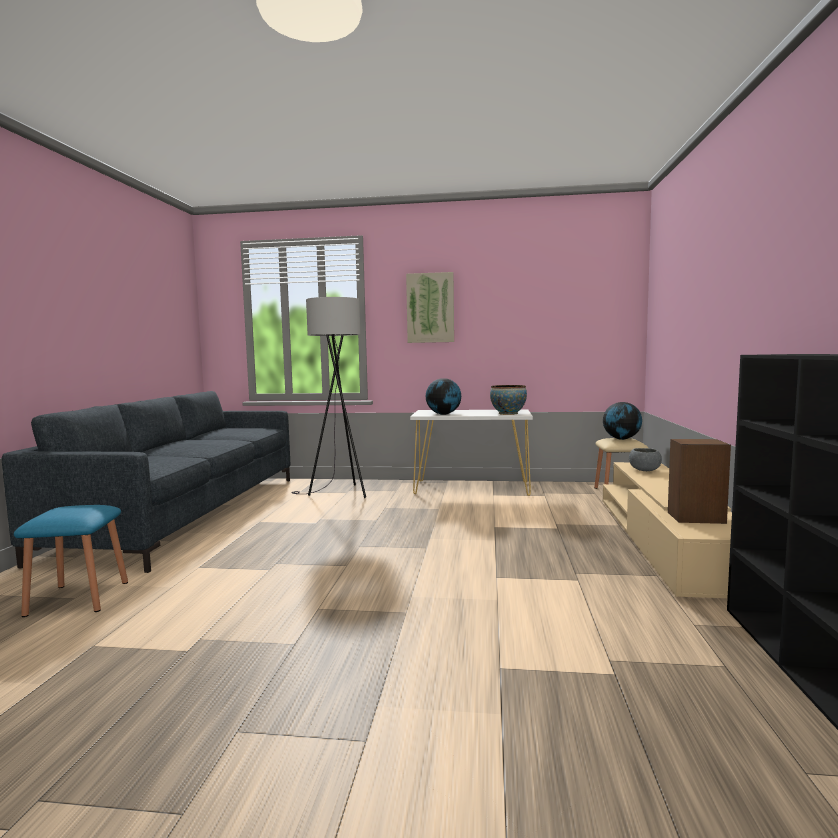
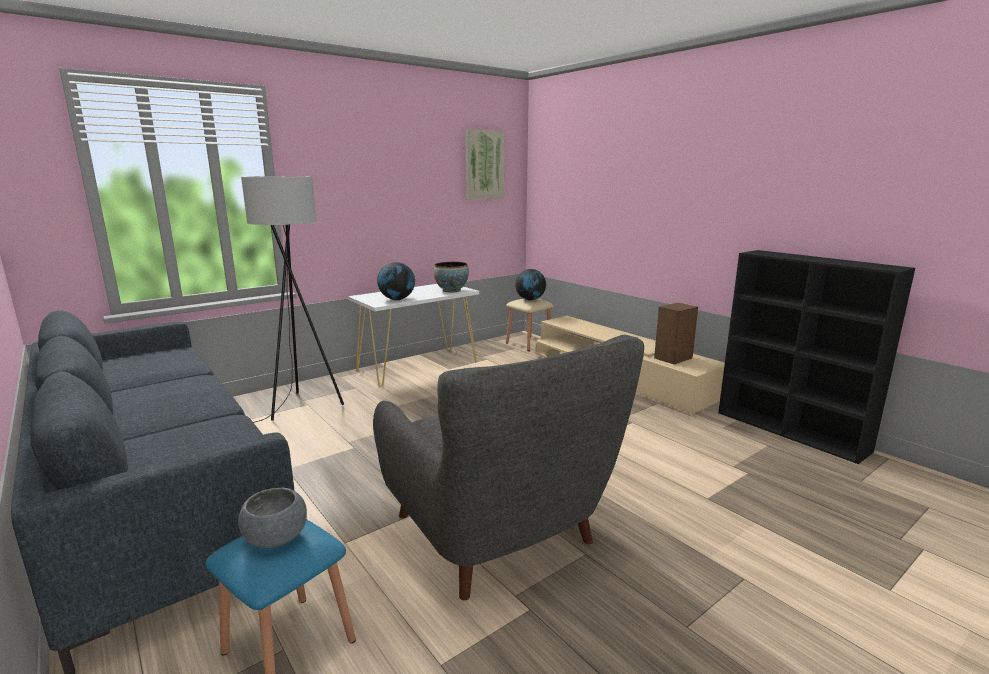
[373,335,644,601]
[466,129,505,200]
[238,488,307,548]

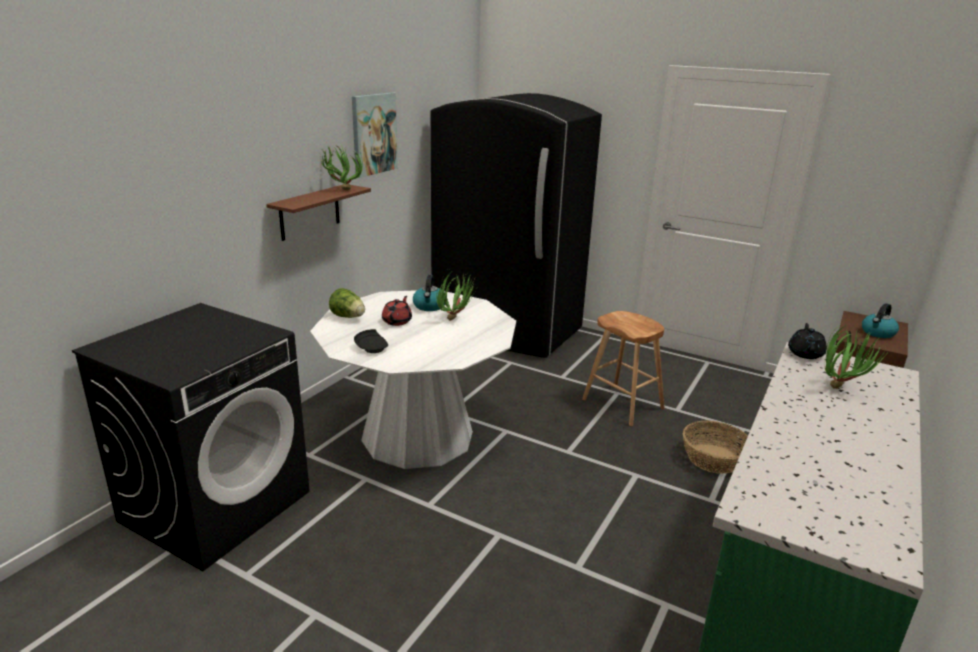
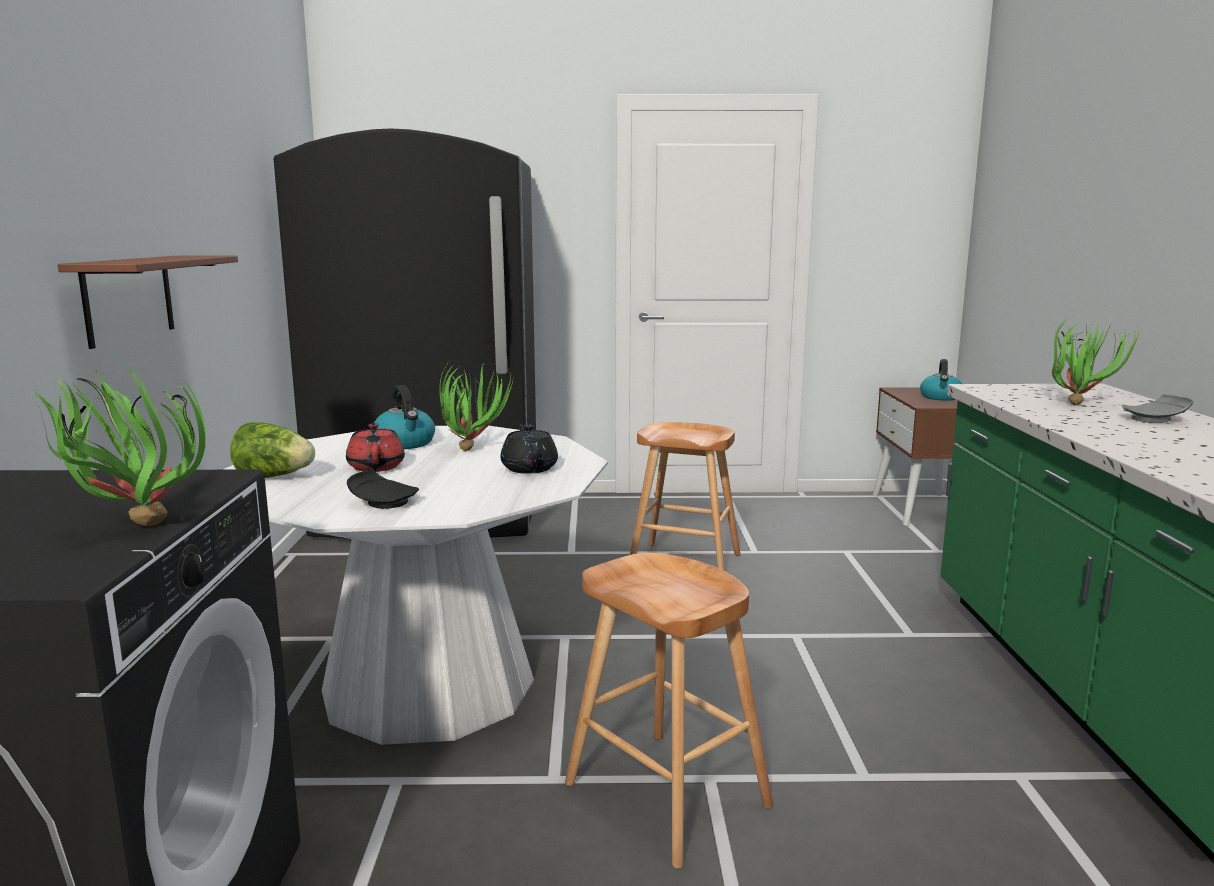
[352,92,398,178] (first image)
[683,421,748,474] (first image)
[565,553,773,868]
[1122,394,1193,423]
[33,363,206,526]
[501,424,558,474]

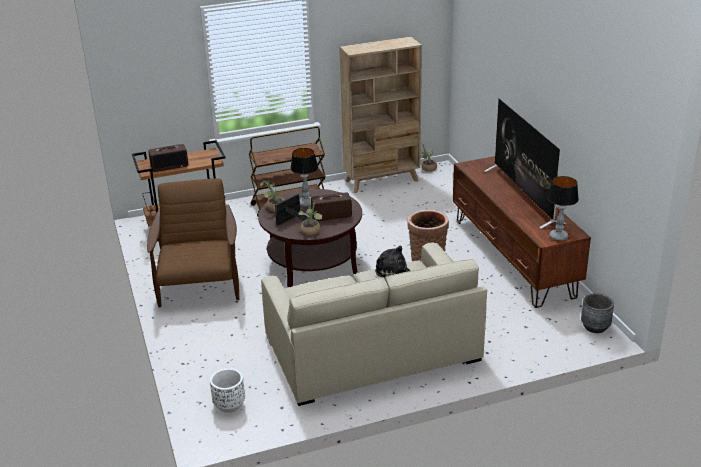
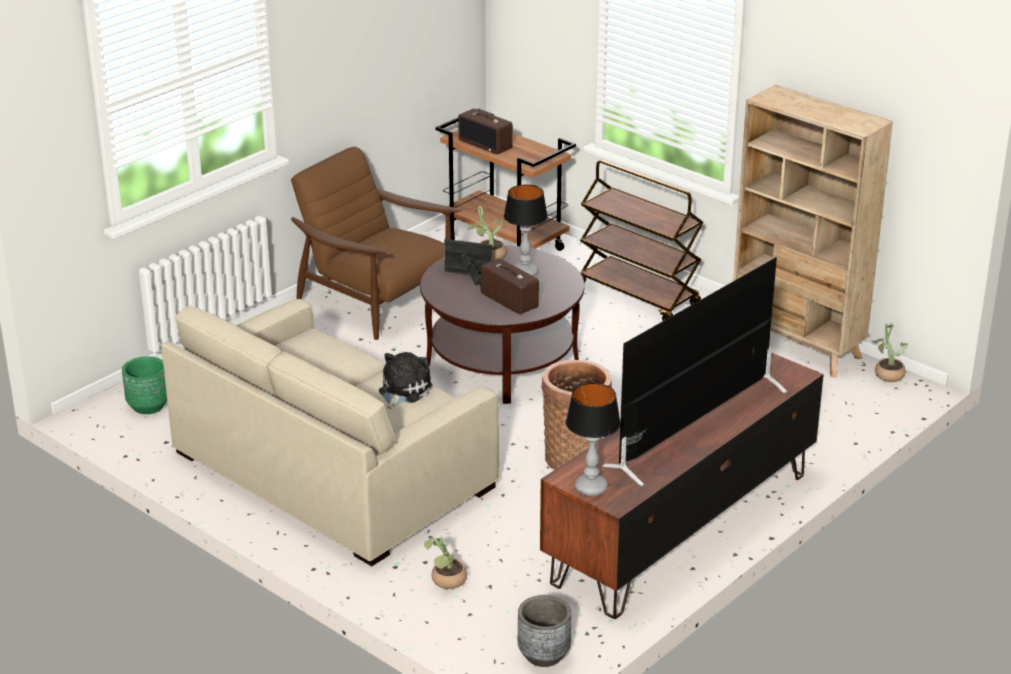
[424,536,467,589]
[122,356,167,414]
[291,147,462,340]

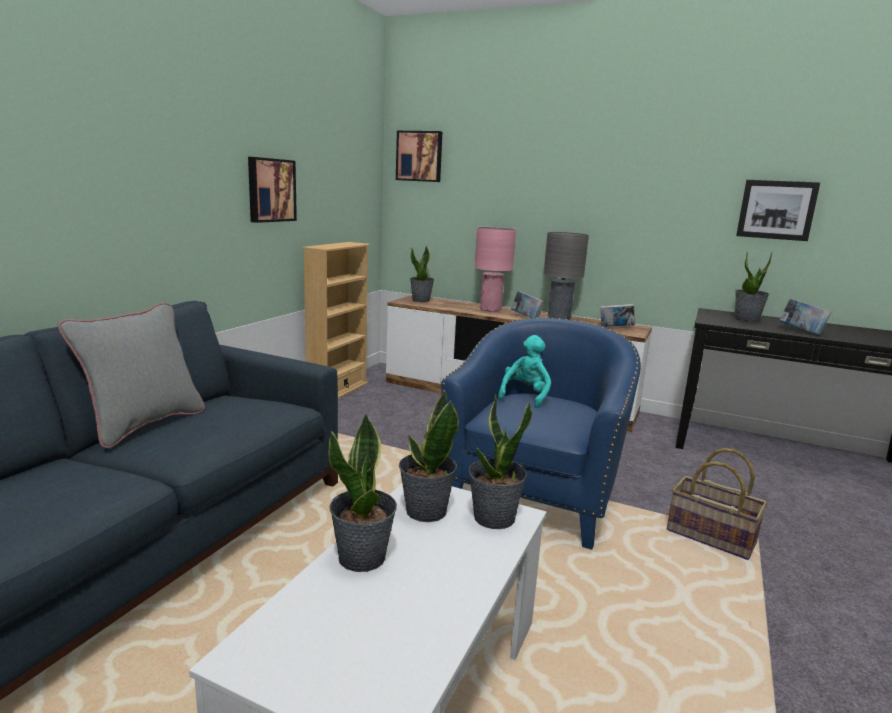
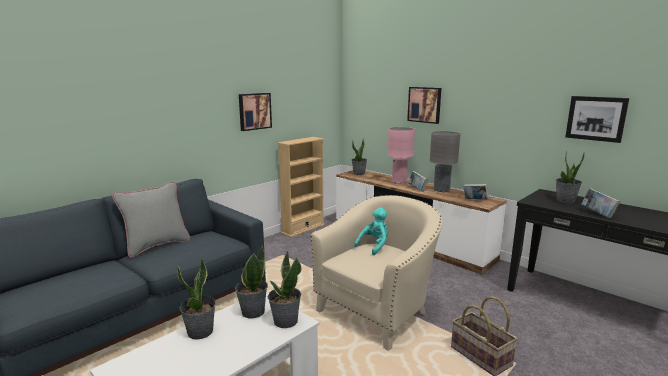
[407,87,441,124]
[311,195,442,351]

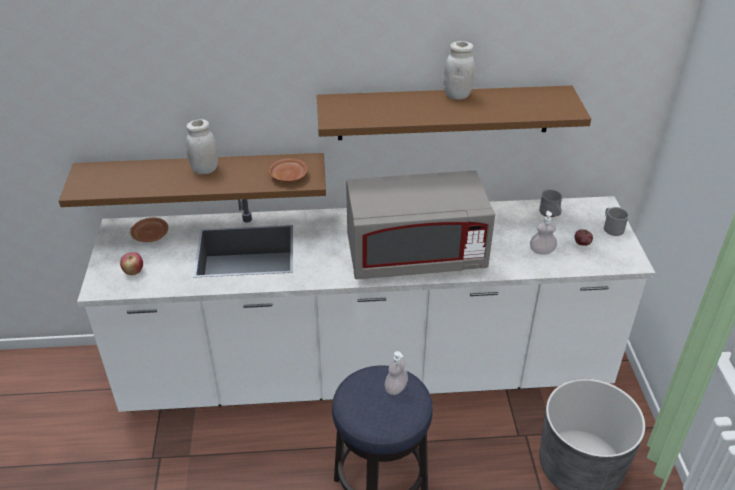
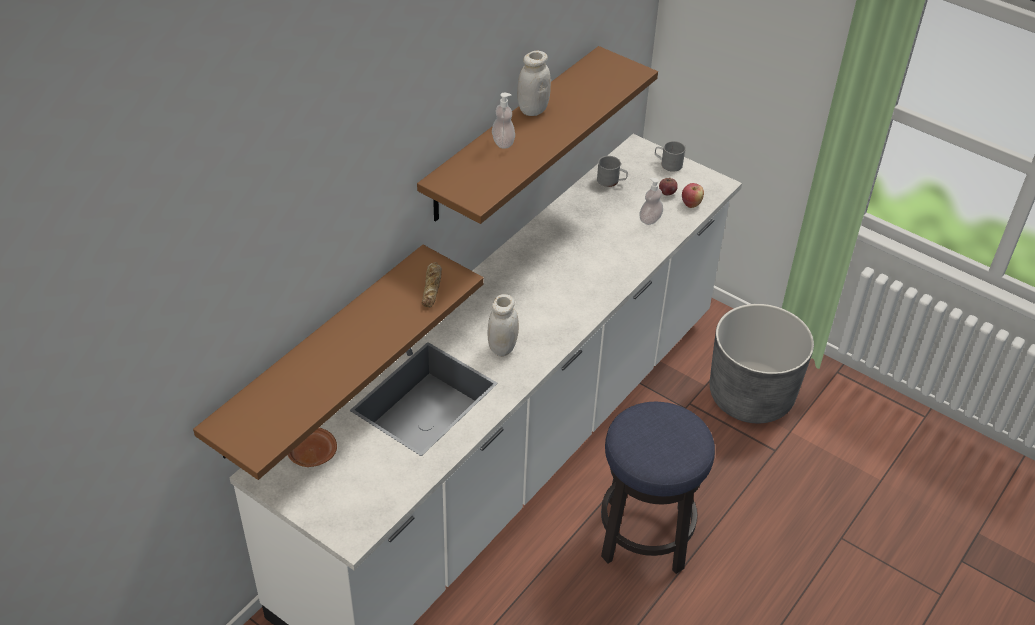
[346,171,495,279] (first image)
[682,183,704,208]
[487,294,519,356]
[492,93,515,149]
[422,262,442,307]

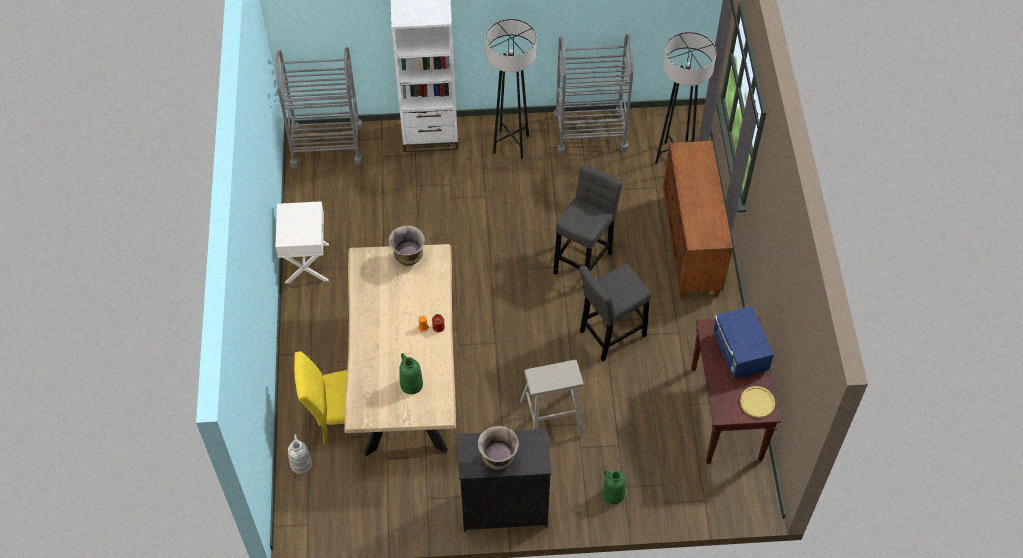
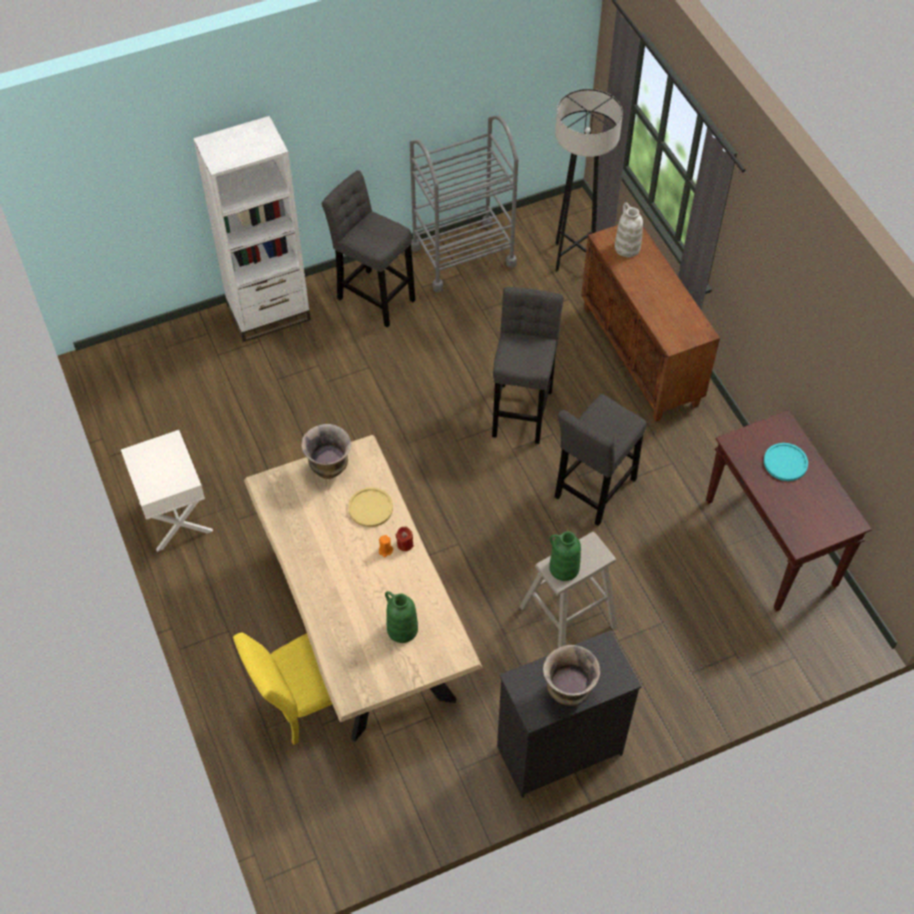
[276,47,363,168] (first image)
[614,202,643,257]
[549,531,581,581]
[348,487,393,527]
[322,170,415,328]
[764,443,808,481]

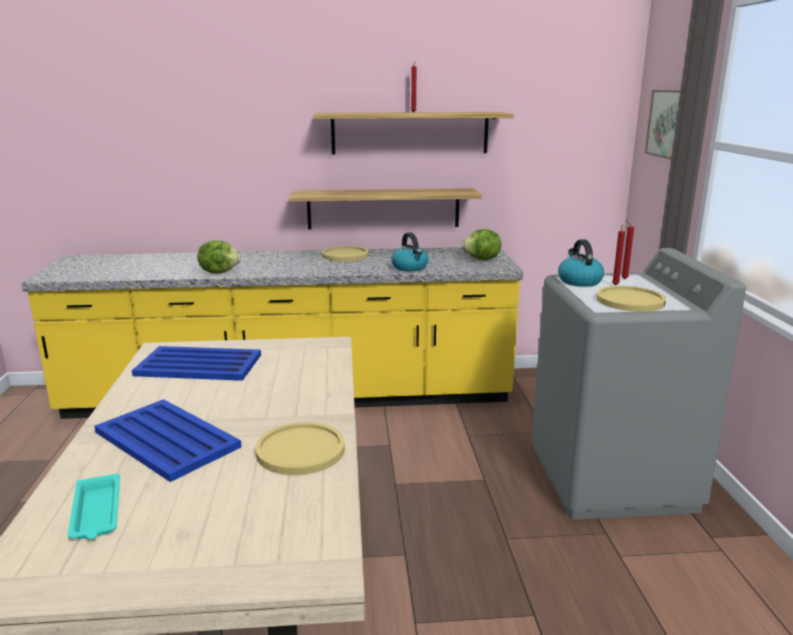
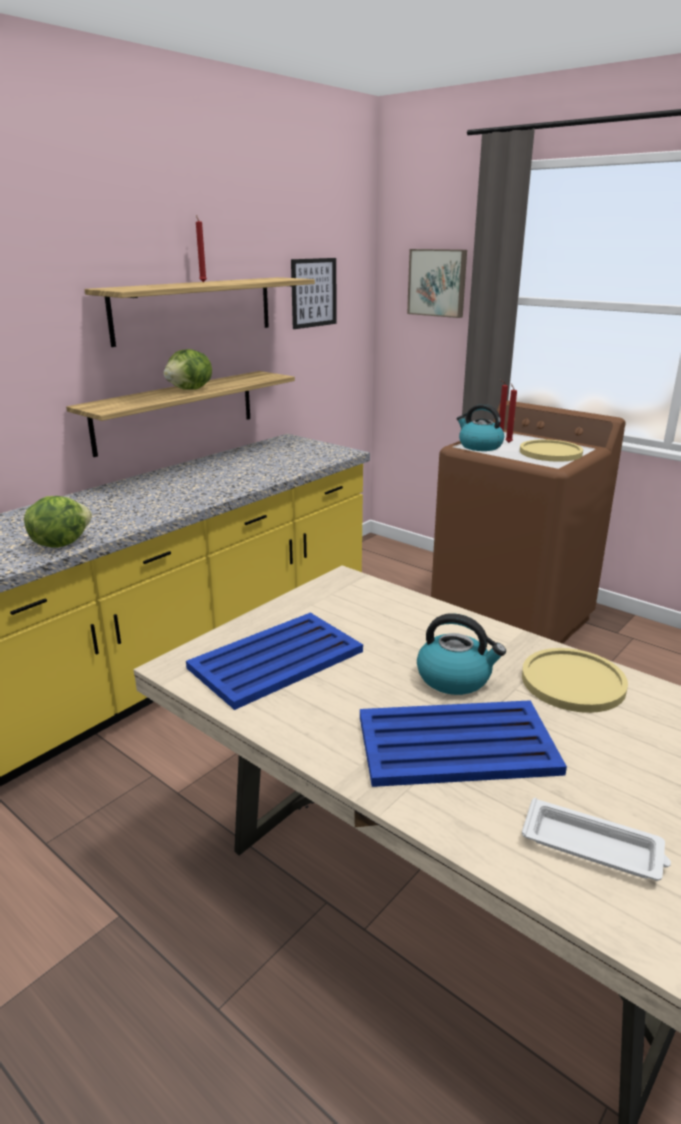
[322,246,369,261] (first image)
[291,258,336,329]
[417,613,506,695]
[164,349,212,390]
[522,798,671,881]
[431,401,626,644]

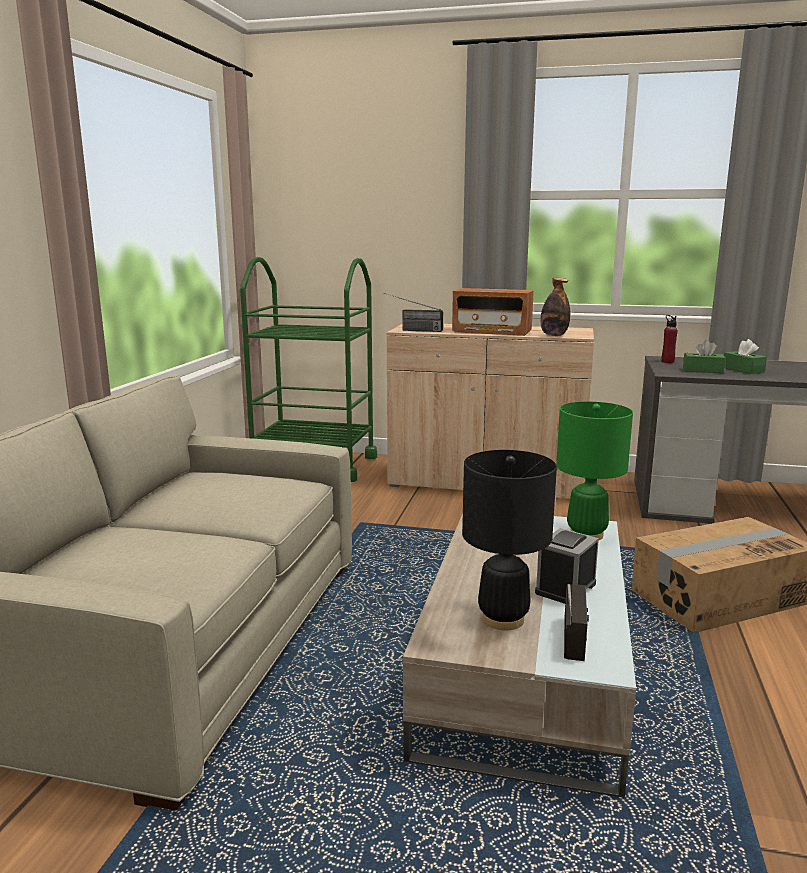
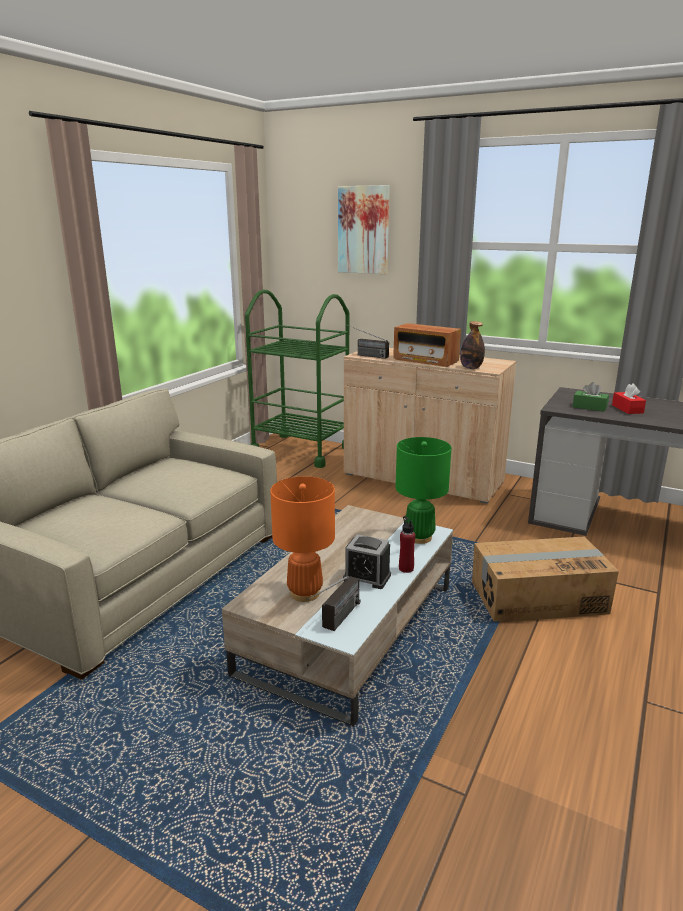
[338,185,390,274]
[399,516,415,573]
[270,476,335,602]
[612,384,646,414]
[343,534,391,589]

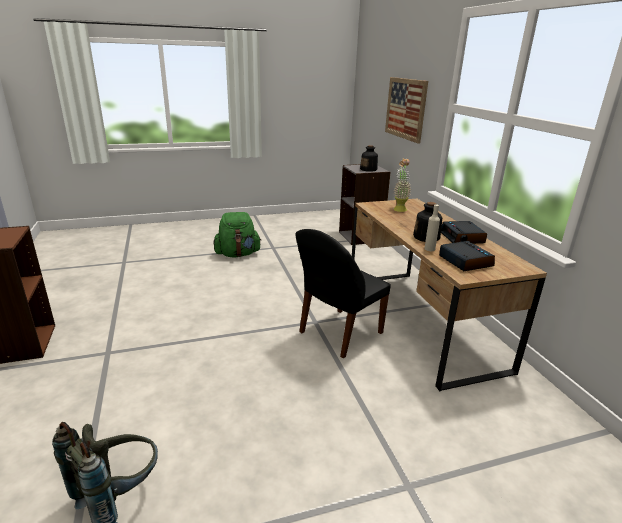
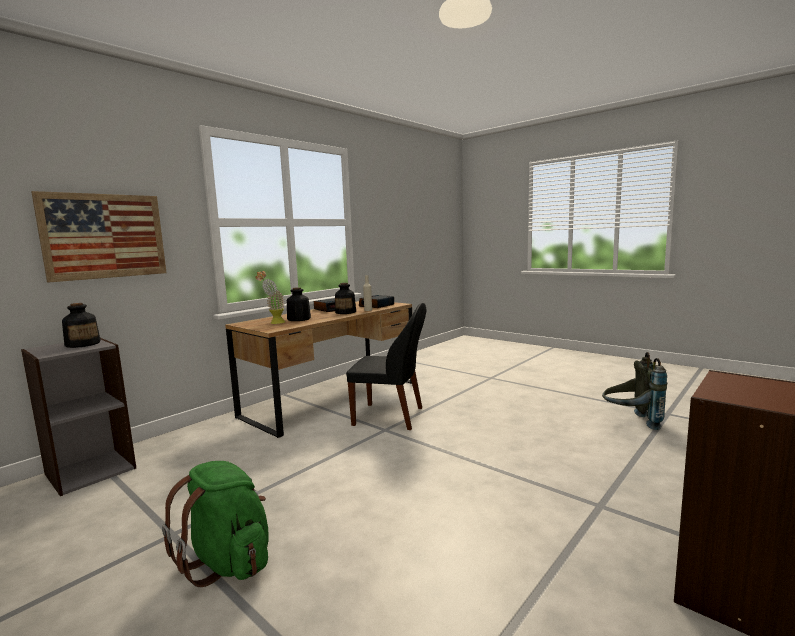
[287,287,311,321]

